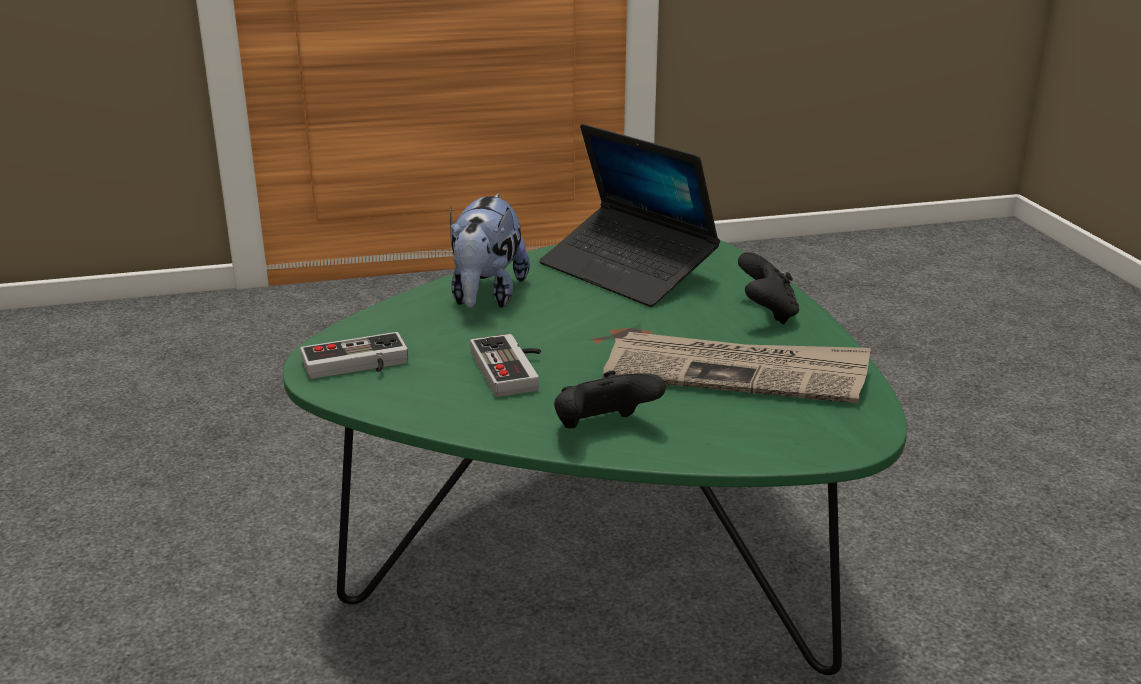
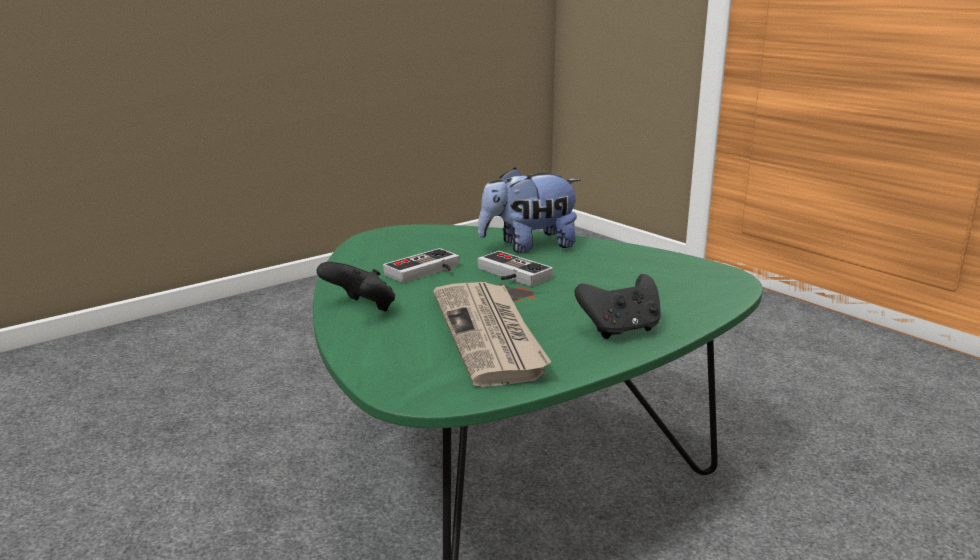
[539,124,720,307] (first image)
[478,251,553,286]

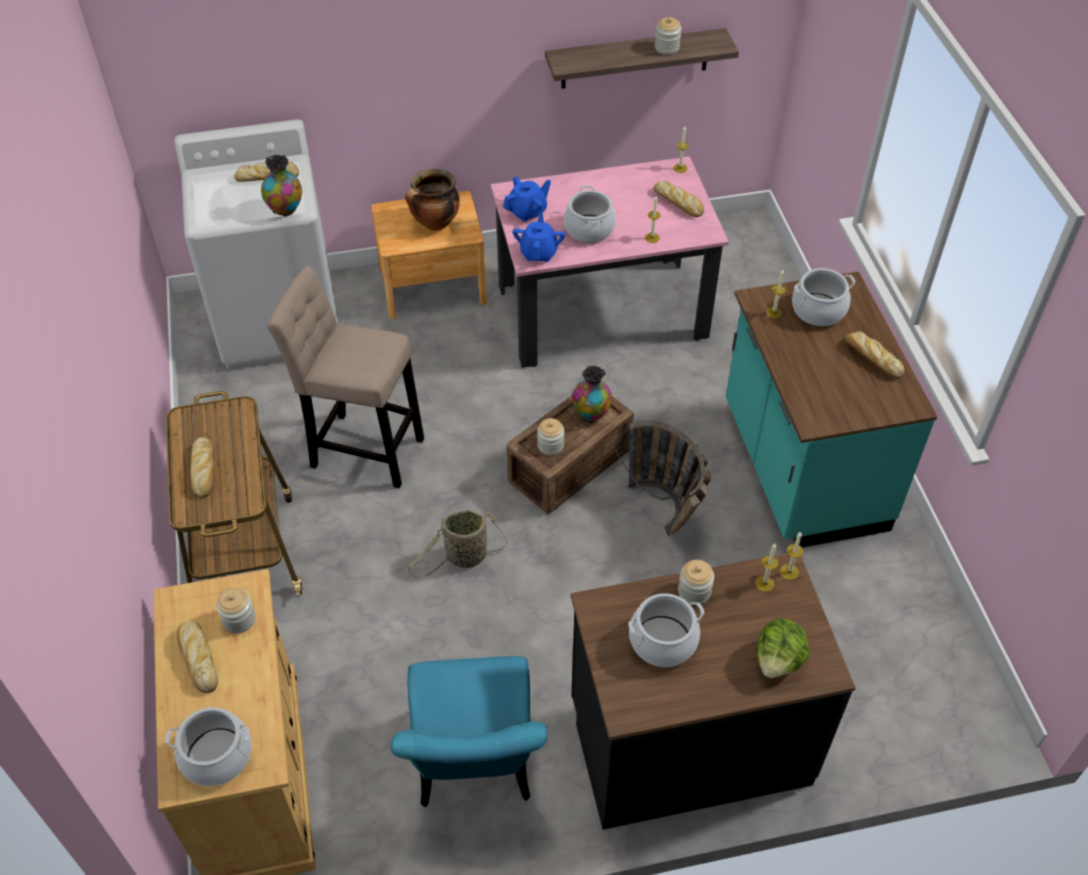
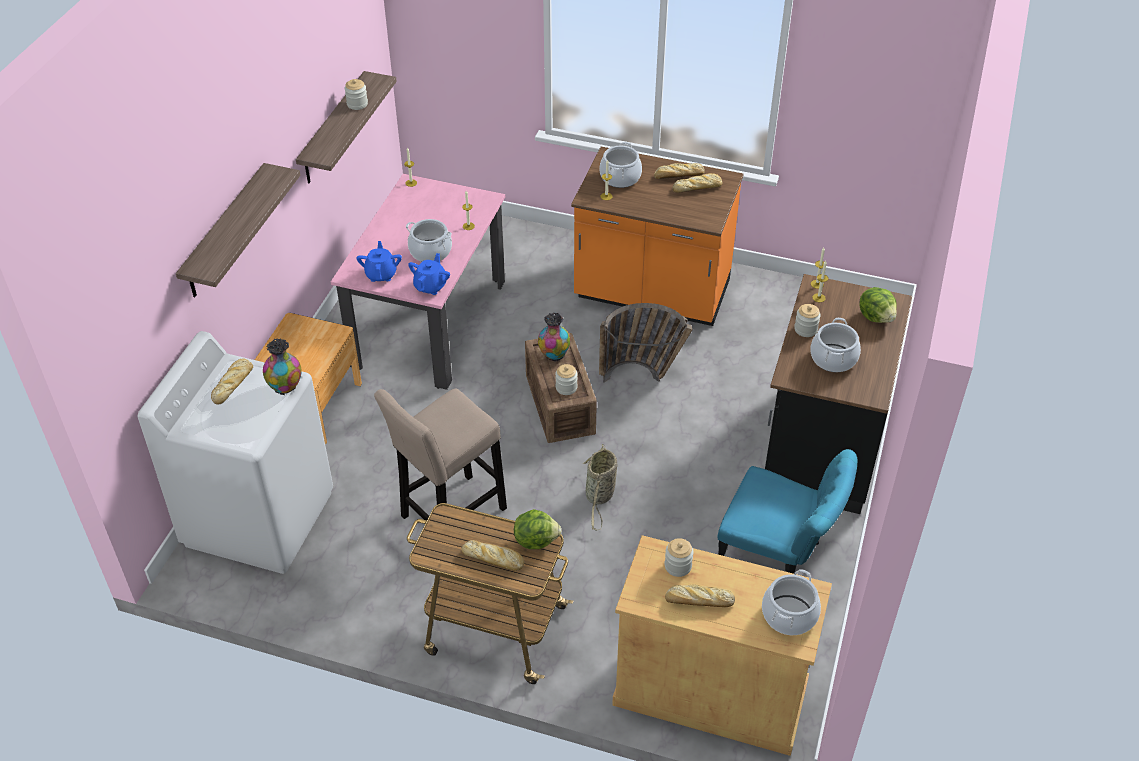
[405,169,459,231] (first image)
[176,163,300,297]
[514,509,562,549]
[672,173,722,193]
[571,147,744,326]
[408,253,450,295]

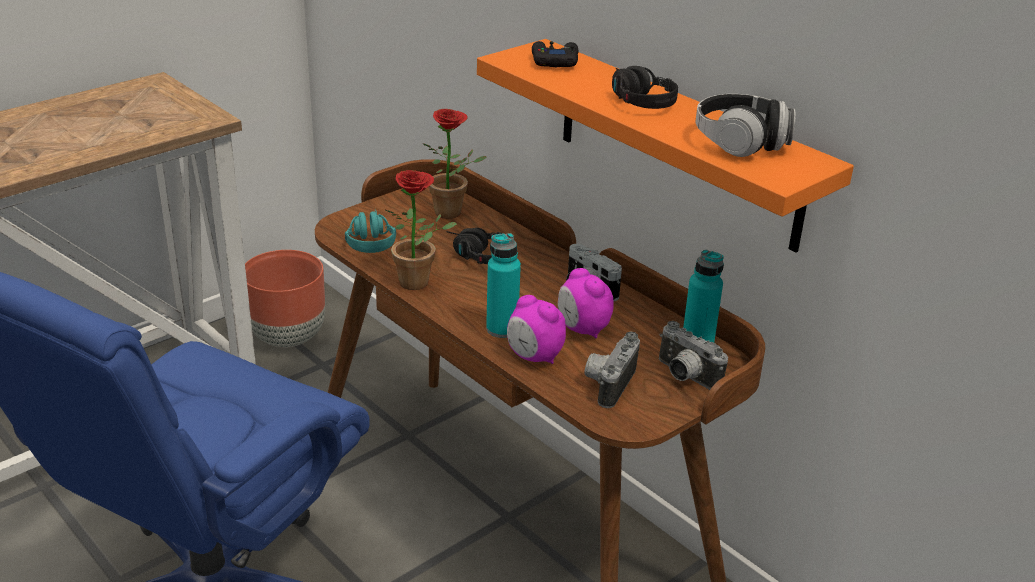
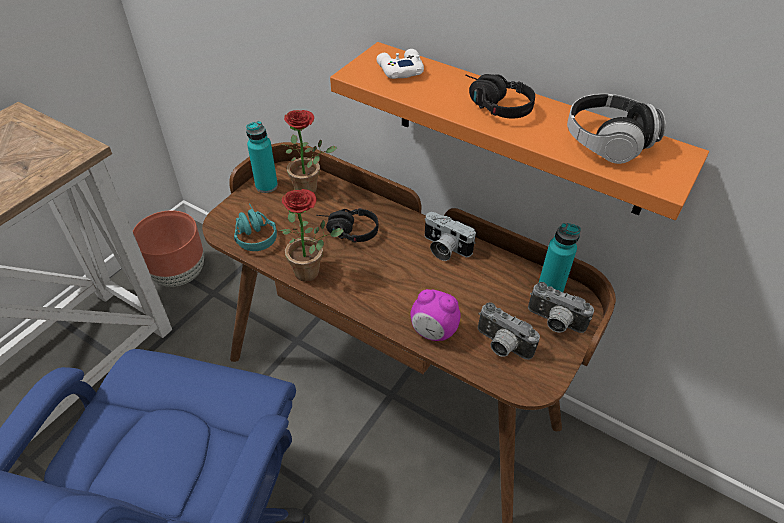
[558,268,614,338] (first image)
[246,121,278,193]
[377,49,424,79]
[478,302,540,360]

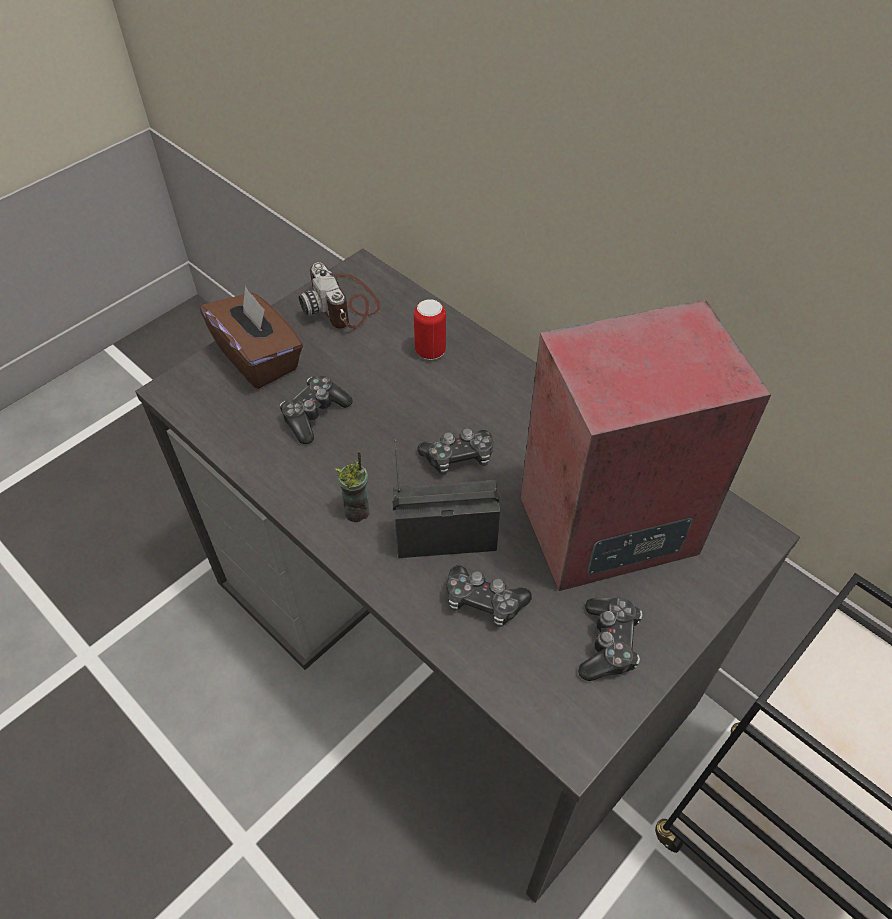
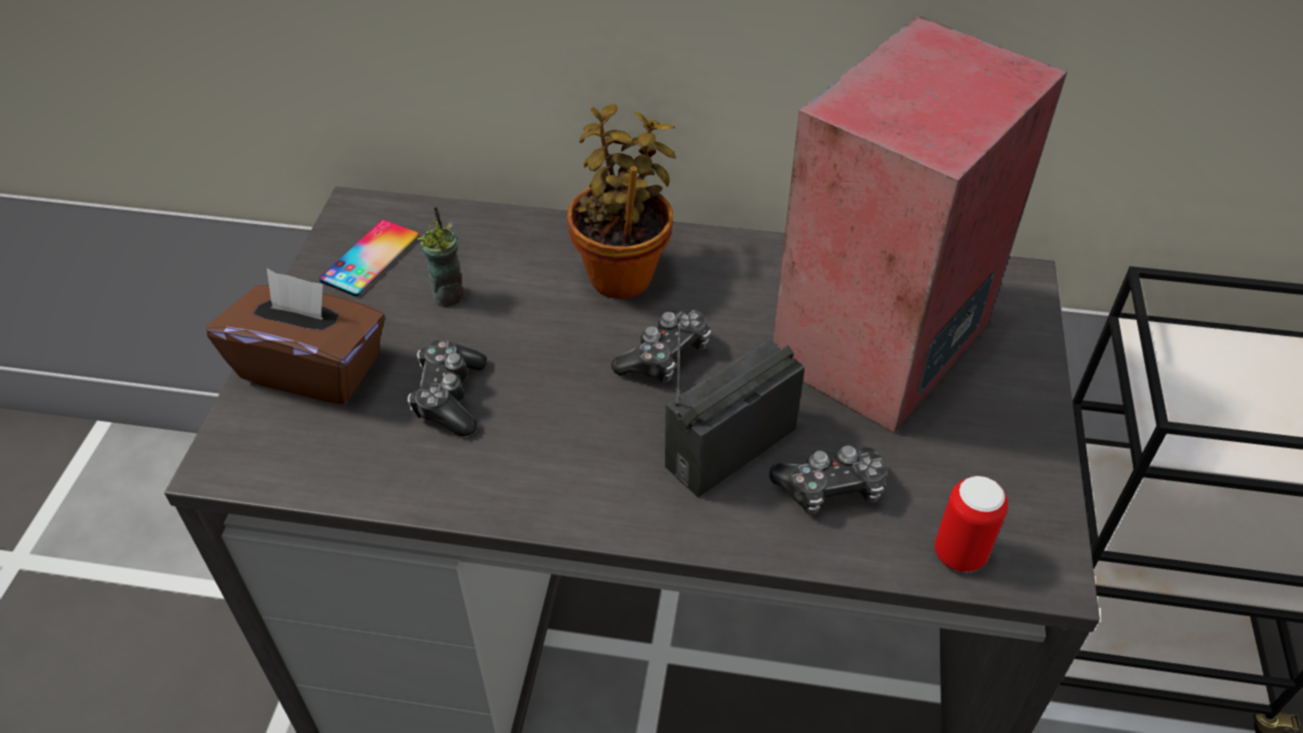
[578,598,643,681] (first image)
[567,104,676,299]
[417,207,464,307]
[935,476,1008,572]
[319,220,419,296]

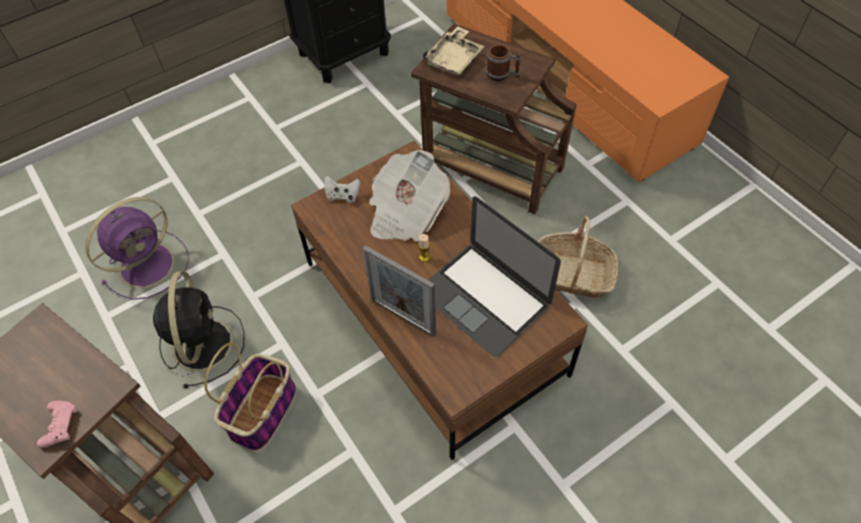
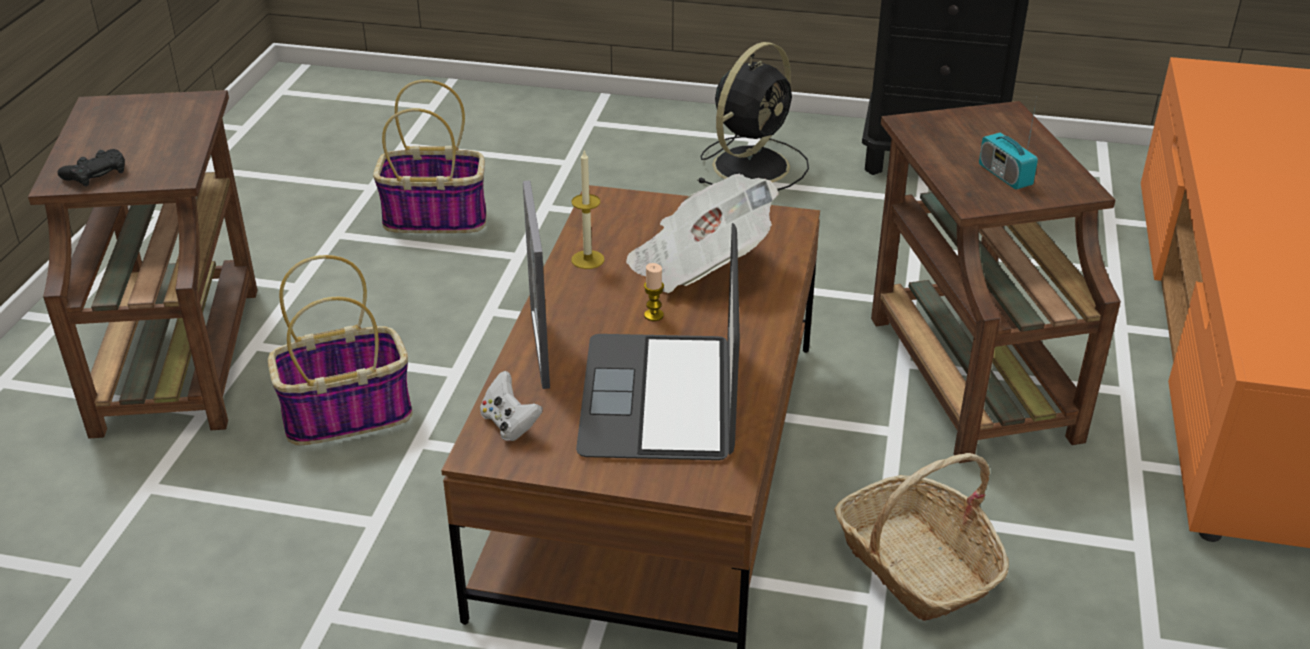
[422,26,484,75] (first image)
[571,151,604,269]
[697,42,809,191]
[480,371,543,441]
[373,80,487,233]
[979,98,1038,190]
[58,149,125,187]

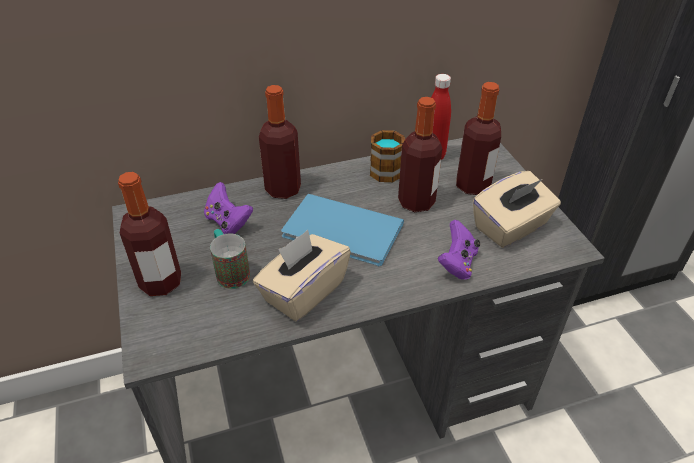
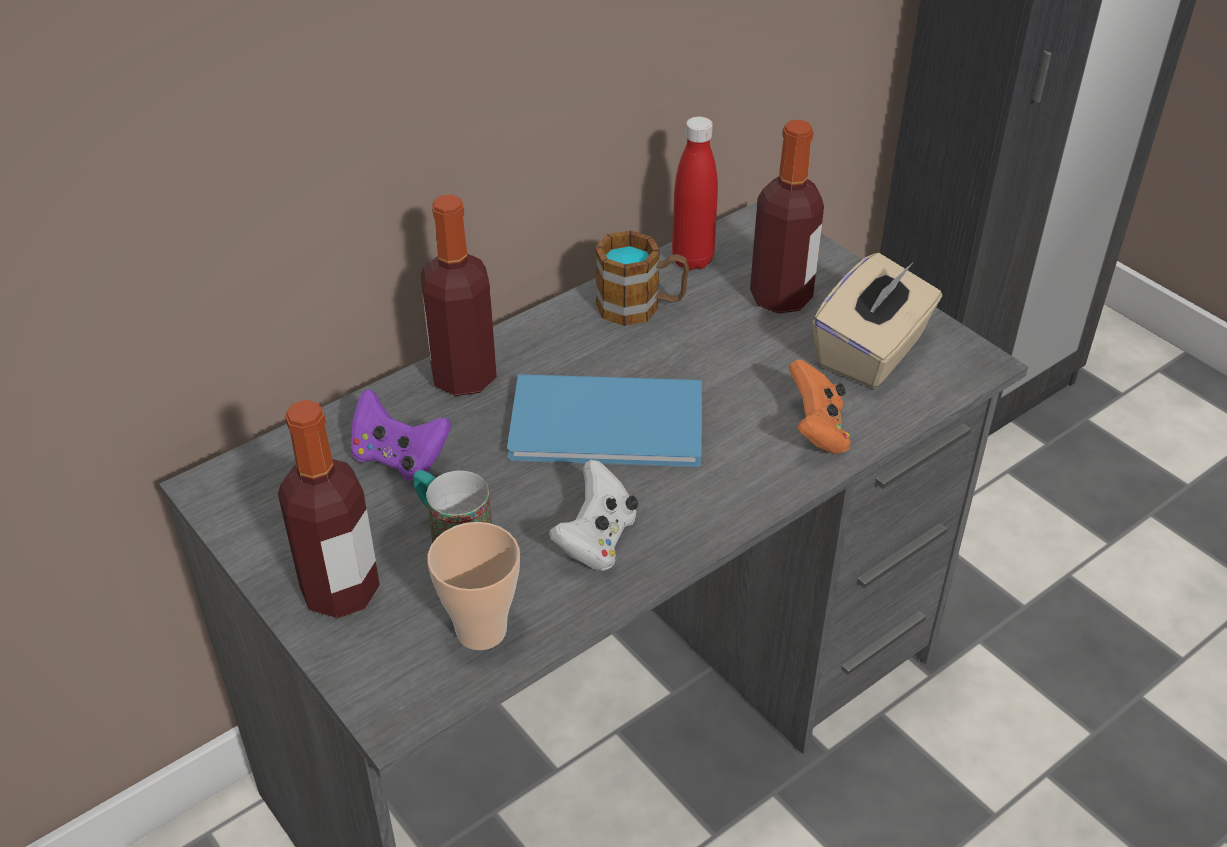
[398,97,442,212] (first image)
[427,522,520,650]
[549,460,638,571]
[788,360,851,454]

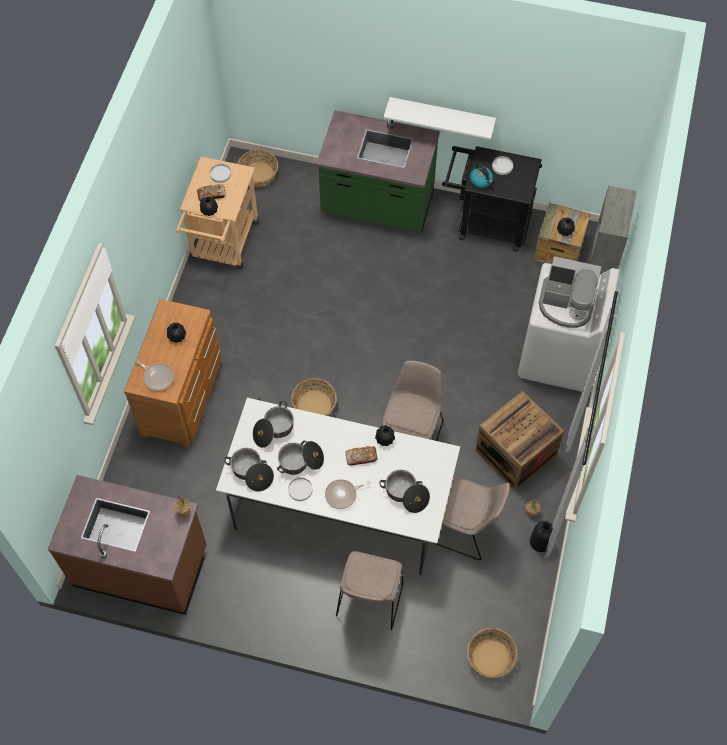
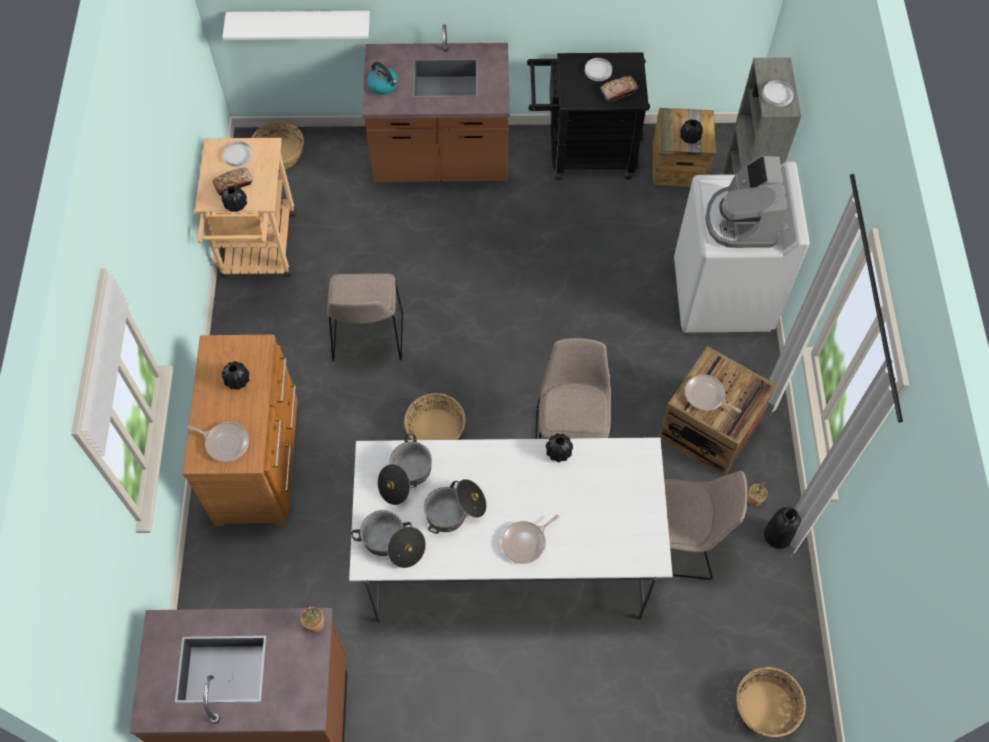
[380,470,430,513] (first image)
[685,374,741,413]
[763,80,794,107]
[327,273,403,361]
[600,76,638,101]
[222,11,370,40]
[367,62,398,95]
[362,24,510,182]
[705,155,787,248]

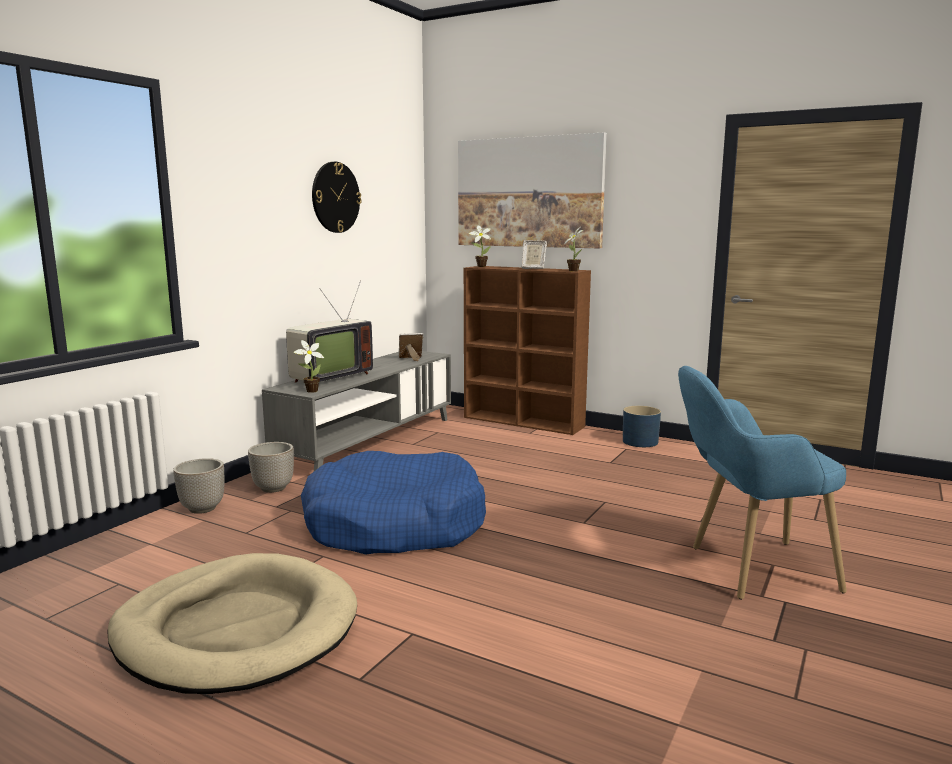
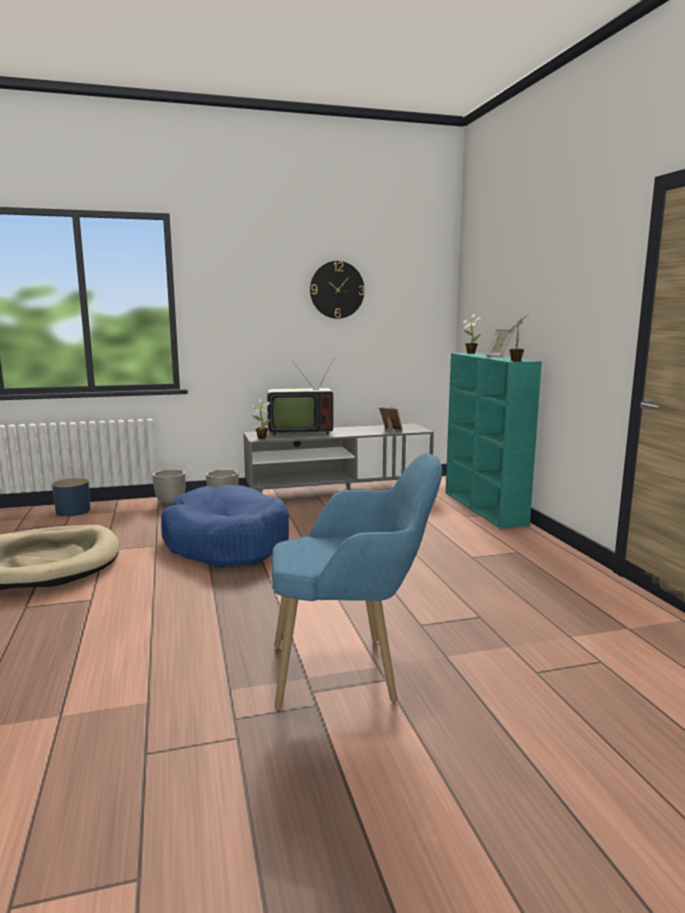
[458,133,607,249] (first image)
[52,478,90,516]
[446,353,542,528]
[272,453,442,711]

